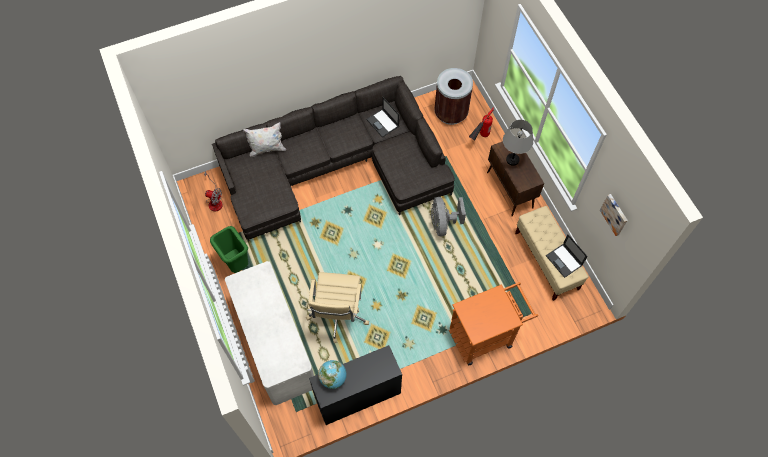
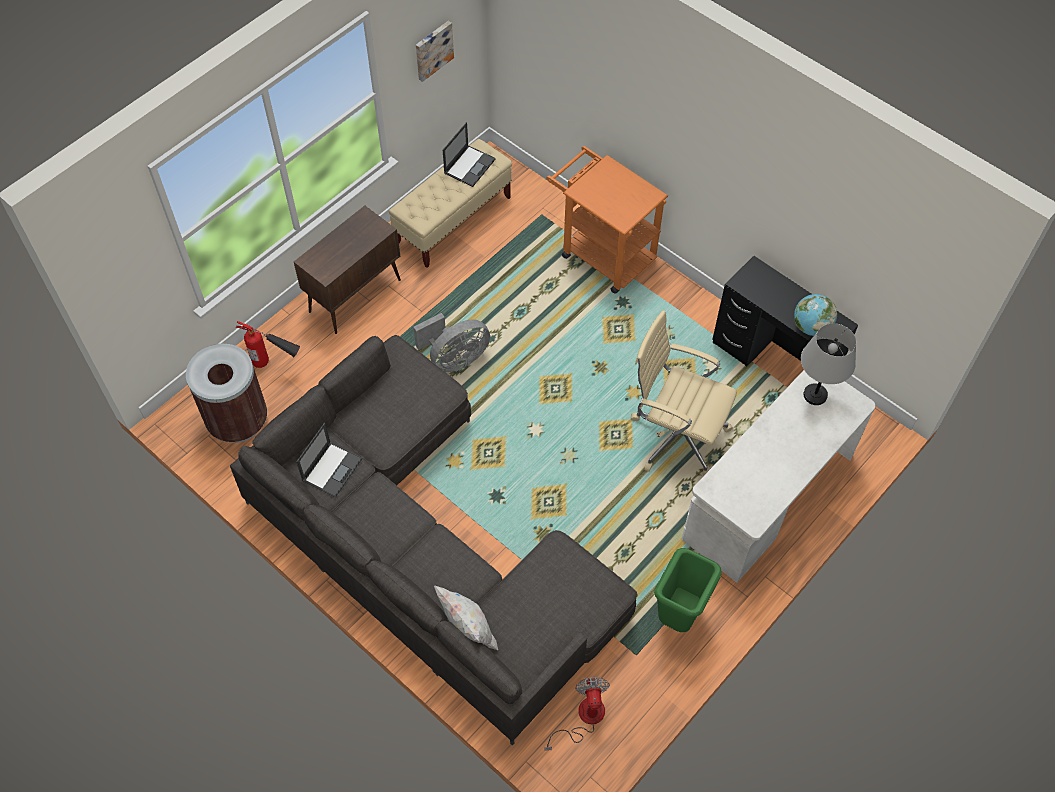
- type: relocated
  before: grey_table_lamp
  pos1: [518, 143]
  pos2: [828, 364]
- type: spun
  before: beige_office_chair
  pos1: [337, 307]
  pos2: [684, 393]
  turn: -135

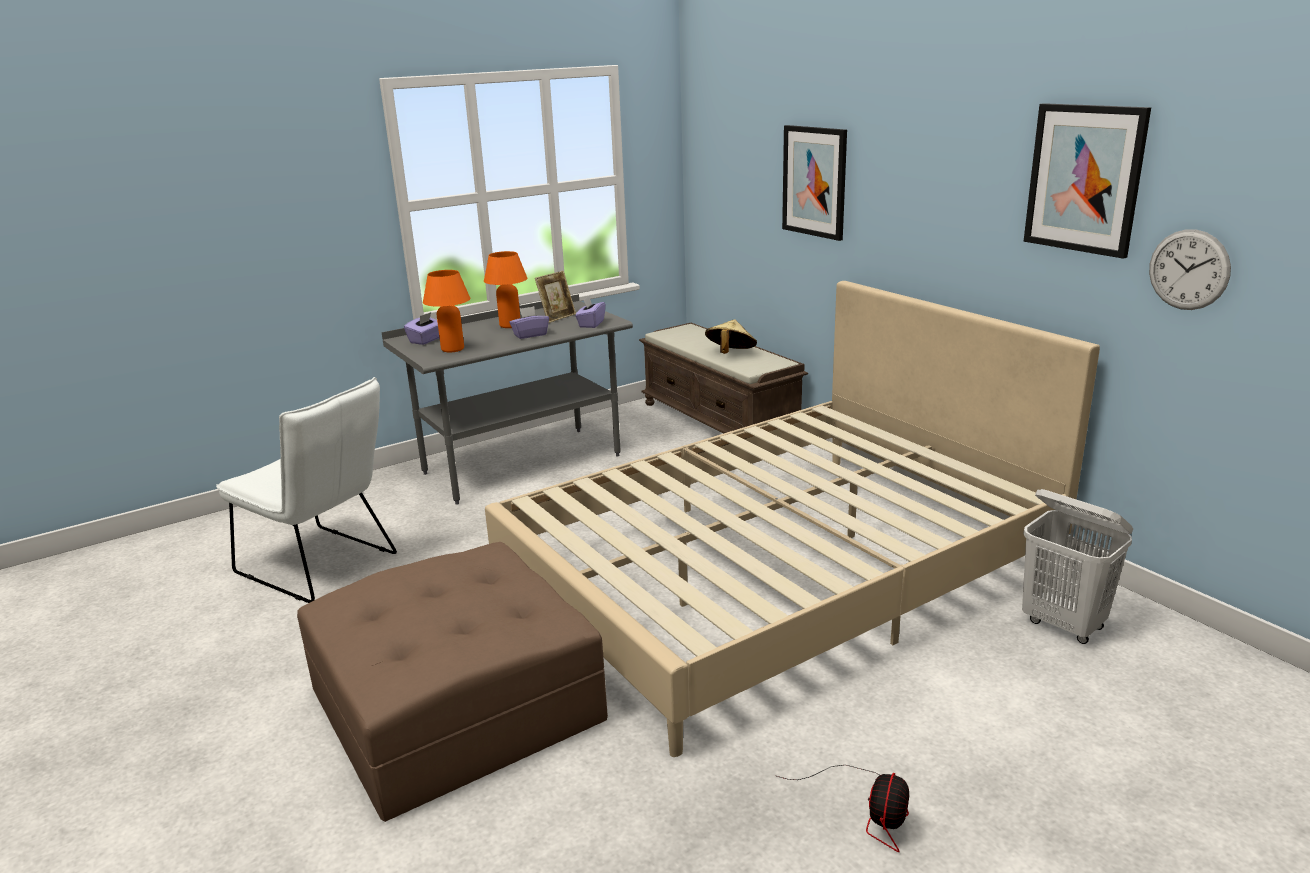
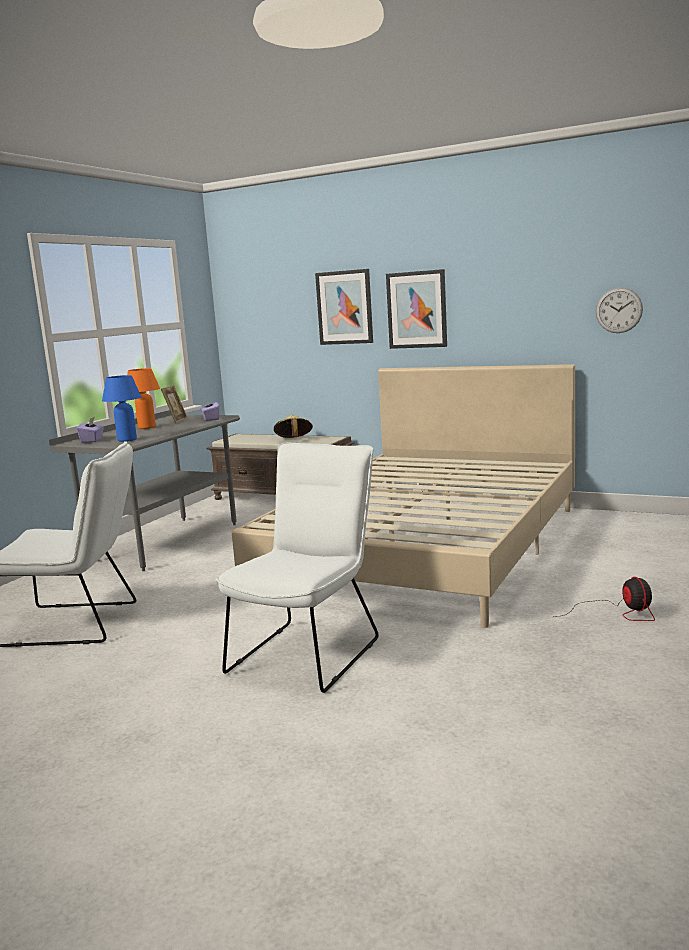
- type: missing
  before: purple_tissue_box
  pos1: [529, 322]
- type: missing
  before: white_laundry_basket
  pos1: [1078, 566]
- type: relocated
  before: picture
  pos1: [1087, 181]
  pos2: [416, 309]
- type: exchanged
  before: brown_ottoman
  after: white_chair
  pos1: [452, 682]
  pos2: [297, 567]
- type: colour
  before: orange_table_lamp
  after: blue_table_lamp
  pos1: [446, 311]
  pos2: [121, 408]

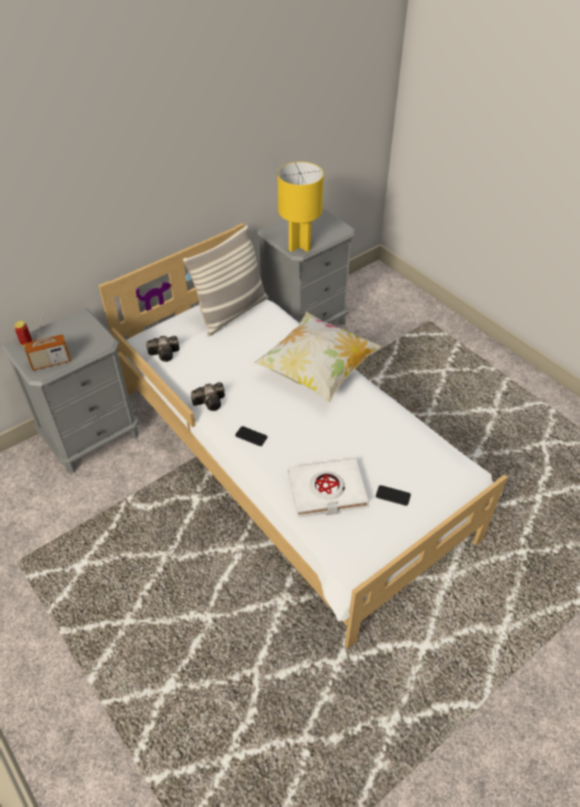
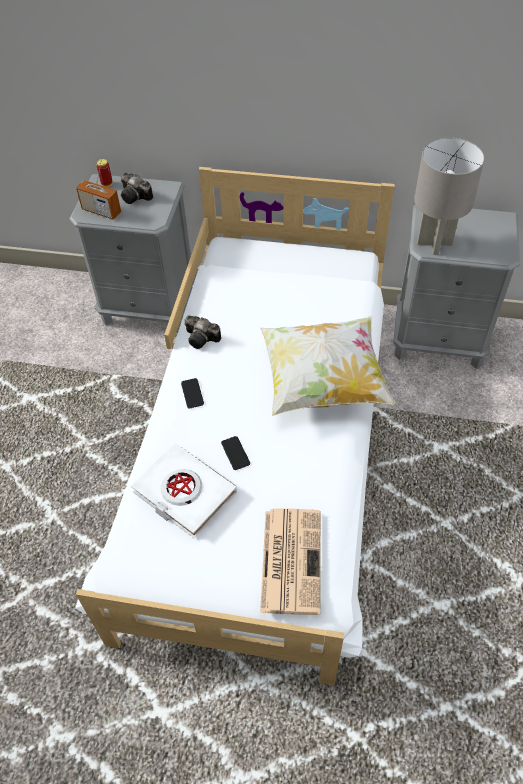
- type: missing
  before: pillow
  pos1: [225, 281]
- type: appeared
  after: newspaper
  pos2: [290, 562]
- type: relocated
  before: photo_camera
  pos1: [162, 349]
  pos2: [137, 188]
- type: relocated
  before: phone
  pos1: [393, 495]
  pos2: [235, 453]
- type: colour
  before: yellow_table_lamp
  after: grey_table_lamp
  pos1: [301, 207]
  pos2: [449, 196]

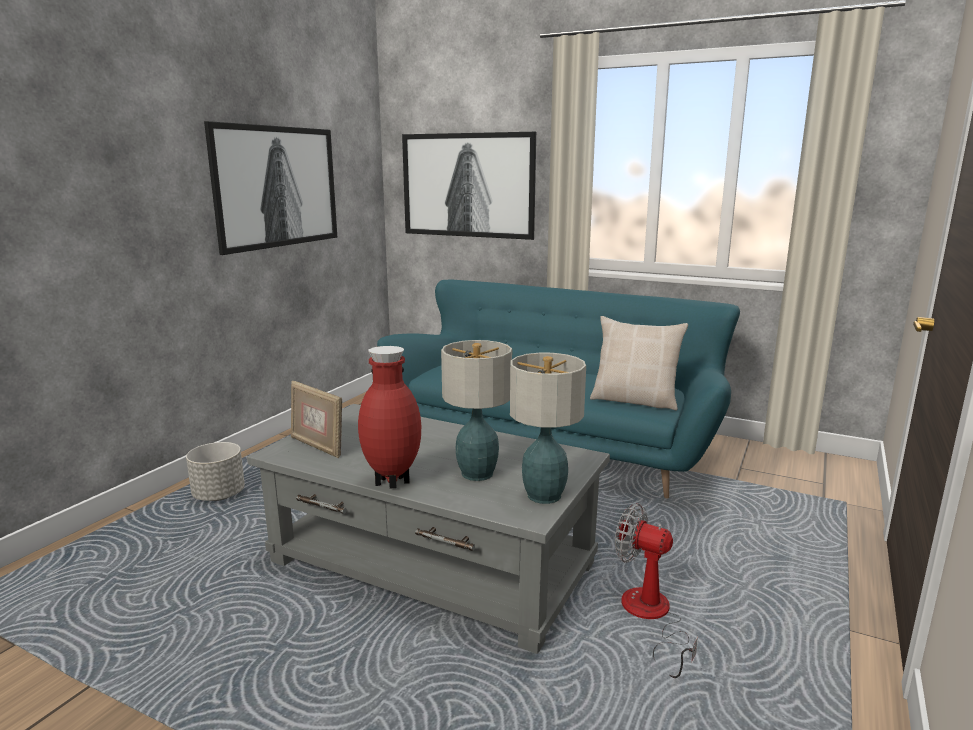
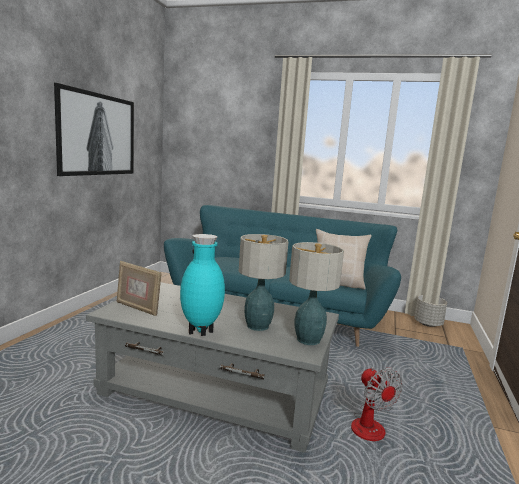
- type: missing
  before: picture
  pos1: [469, 186]
- type: relocated
  before: grey_planter
  pos1: [215, 471]
  pos2: [430, 311]
- type: colour
  before: red_vase
  after: turquoise_vase
  pos1: [389, 417]
  pos2: [202, 285]
- type: spun
  before: fan
  pos1: [656, 590]
  pos2: [377, 404]
  turn: -135

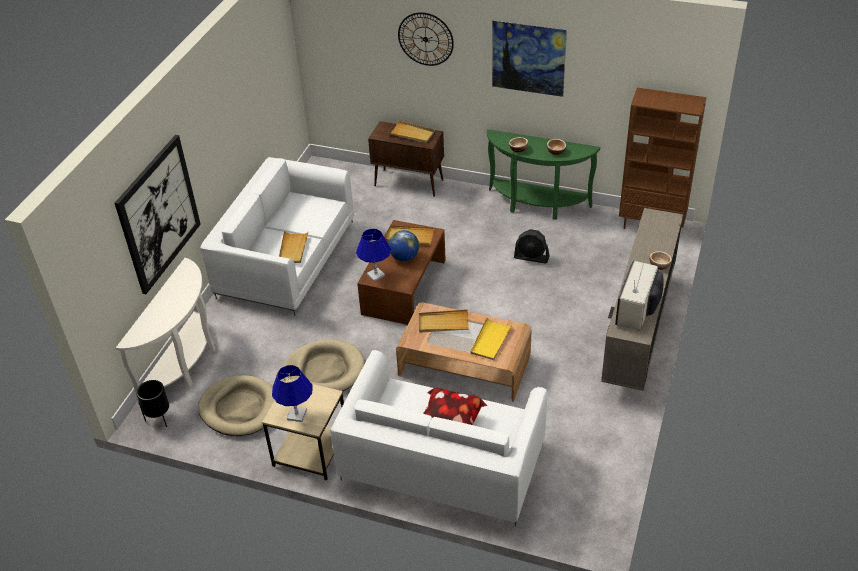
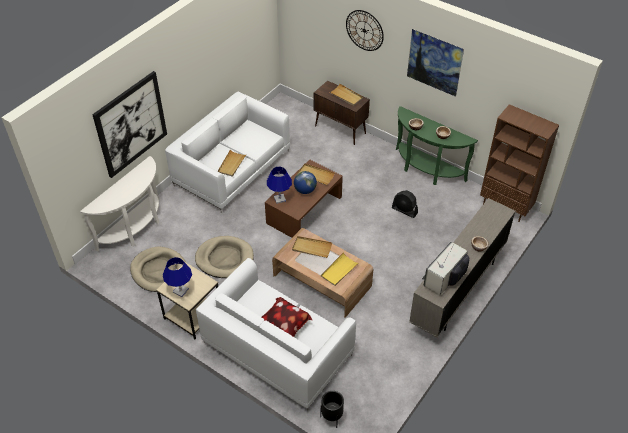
- type: relocated
  before: black_planter
  pos1: [152, 403]
  pos2: [332, 409]

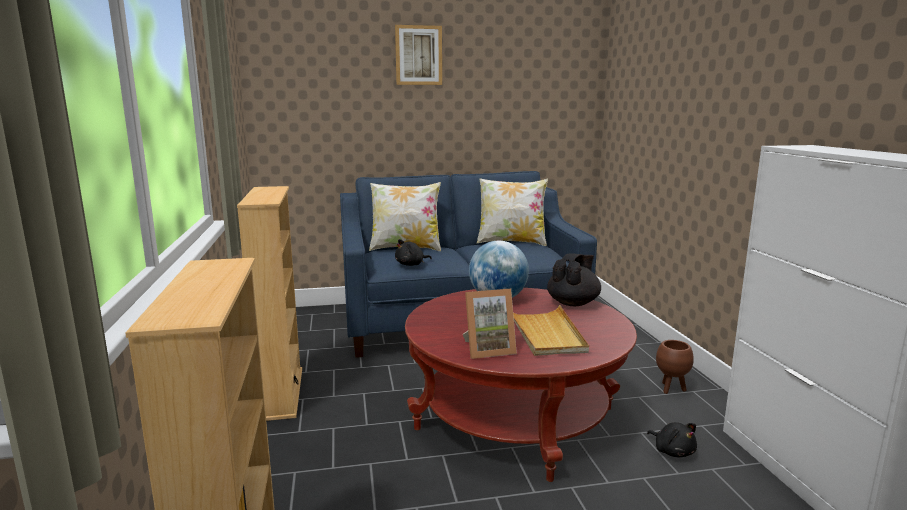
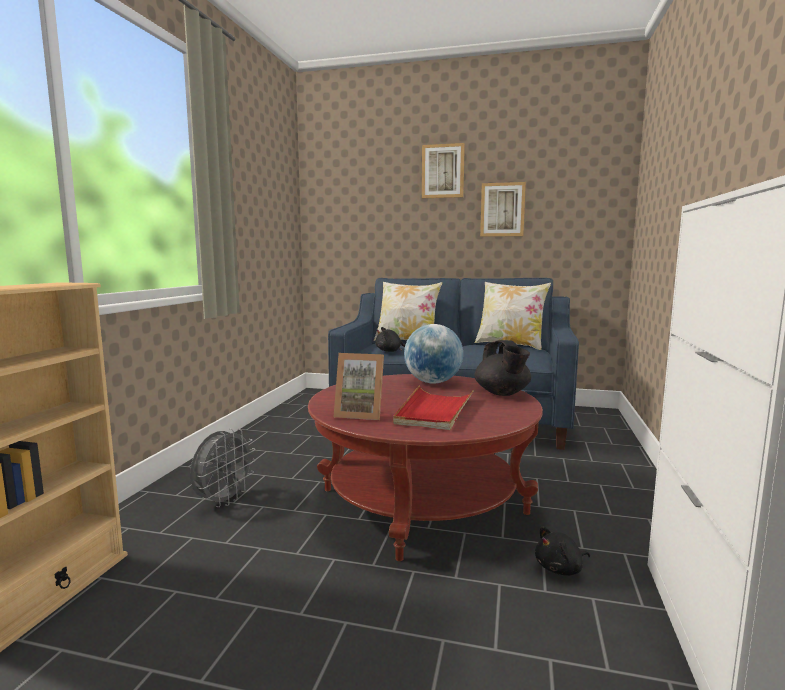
- type: missing
  before: beige_bookcase
  pos1: [269, 303]
- type: missing
  before: brown_planter
  pos1: [675, 367]
- type: appeared
  after: grey_fan
  pos2: [223, 467]
- type: appeared
  after: picture
  pos2: [503, 209]
- type: colour
  before: beige_tray
  after: red_tray
  pos1: [551, 330]
  pos2: [433, 407]
- type: spun
  before: black_teapot
  pos1: [574, 279]
  pos2: [502, 368]
  turn: 105
- type: spun
  before: black_plush_toy
  pos1: [672, 439]
  pos2: [562, 551]
  turn: 75

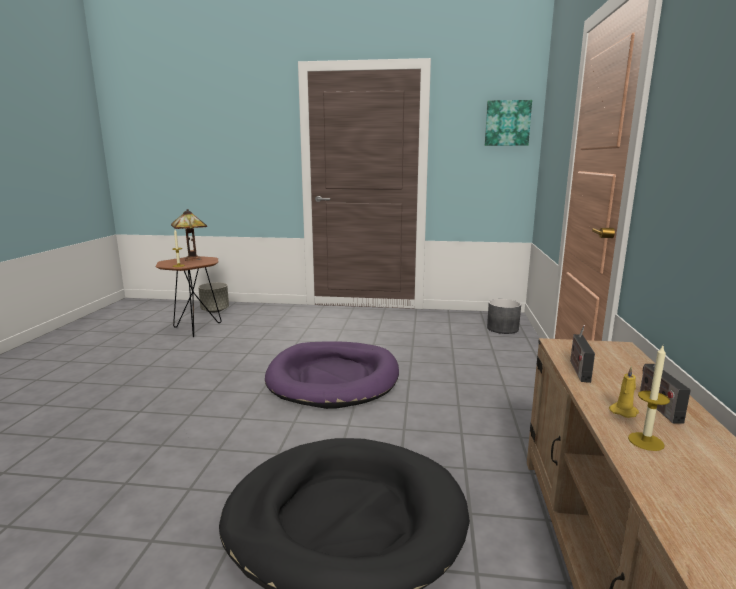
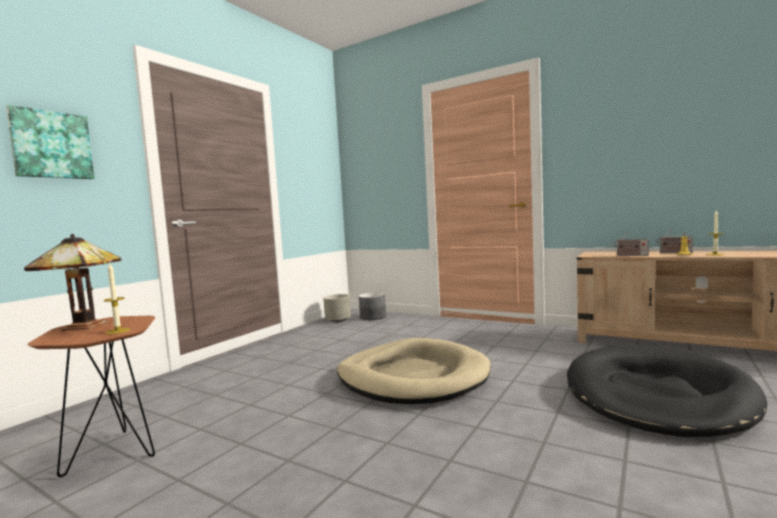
- type: relocated
  before: grey_planter
  pos1: [213, 297]
  pos2: [337, 308]
- type: relocated
  before: picture
  pos1: [508, 123]
  pos2: [50, 142]
- type: colour
  before: purple_dog_bed
  after: beige_dog_bed
  pos1: [332, 375]
  pos2: [413, 371]

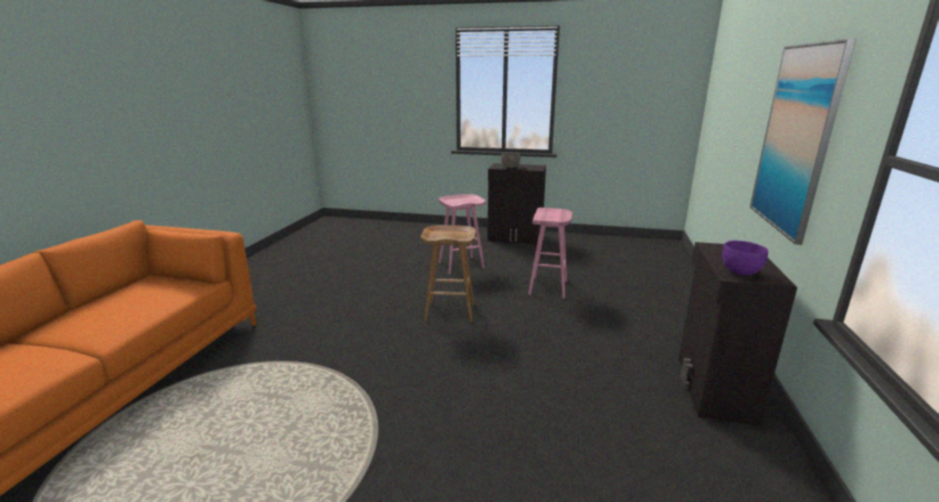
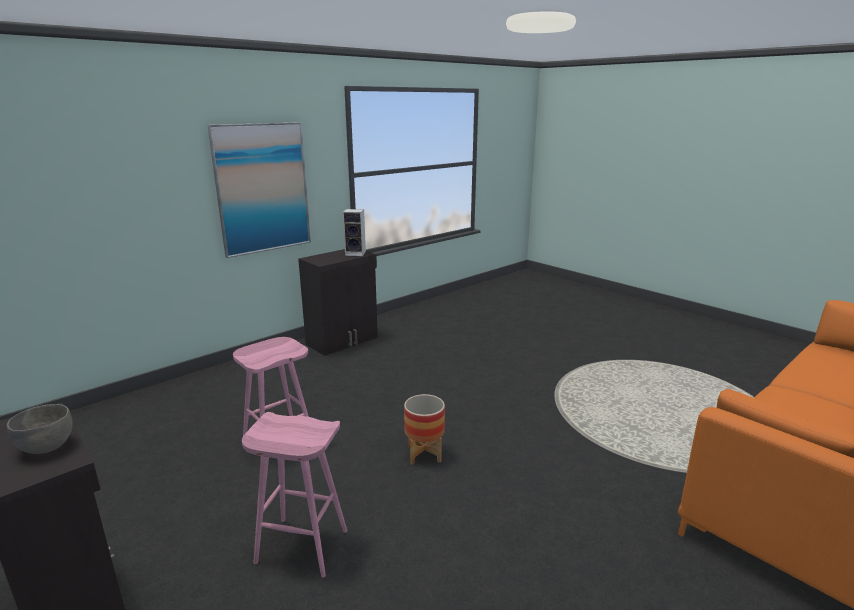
- type: exchanged
  before: brown_stool
  after: planter
  pos1: [448, 273]
  pos2: [424, 429]
- type: exchanged
  before: purple_bowl
  after: speaker
  pos1: [745, 258]
  pos2: [354, 232]

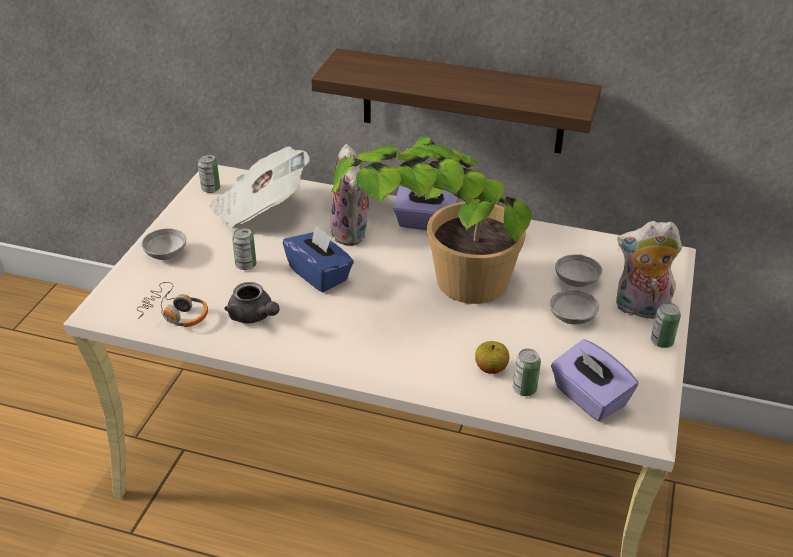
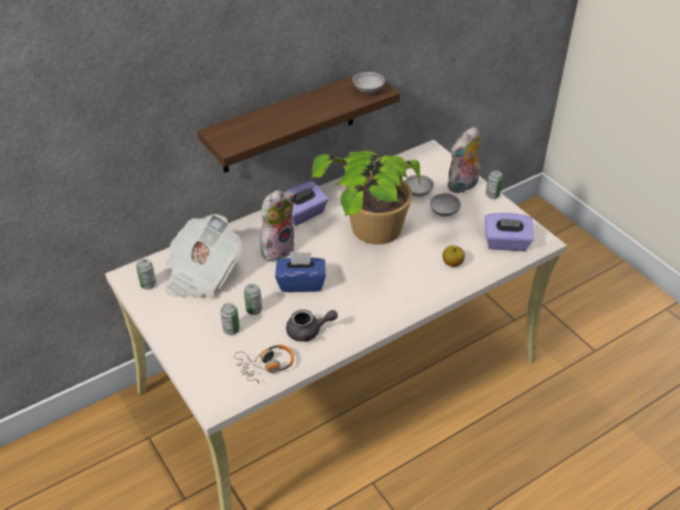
- type: relocated
  before: grey_bowl
  pos1: [163, 244]
  pos2: [368, 82]
- type: relocated
  before: can
  pos1: [527, 372]
  pos2: [230, 319]
- type: spun
  before: plush_toy
  pos1: [349, 195]
  pos2: [277, 225]
  turn: -75

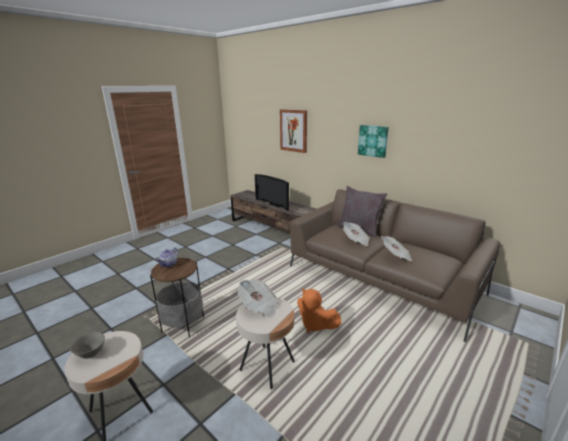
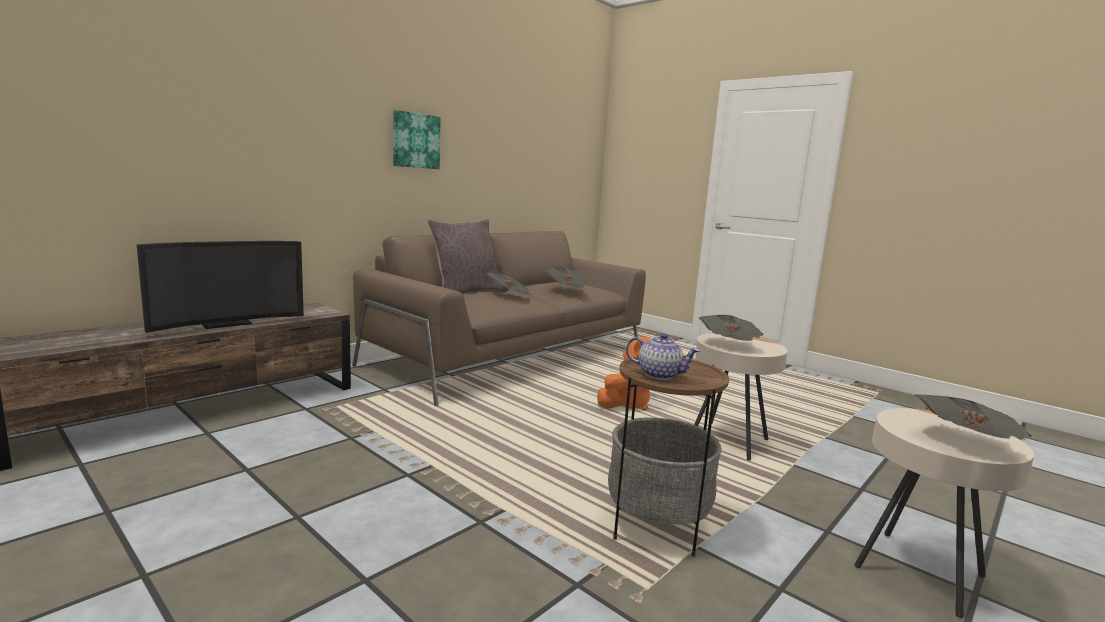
- type: missing
  before: picture
  pos1: [293, 131]
- type: exchanged
  before: grey_bowl
  after: newspaper
  pos1: [87, 345]
  pos2: [973, 417]

